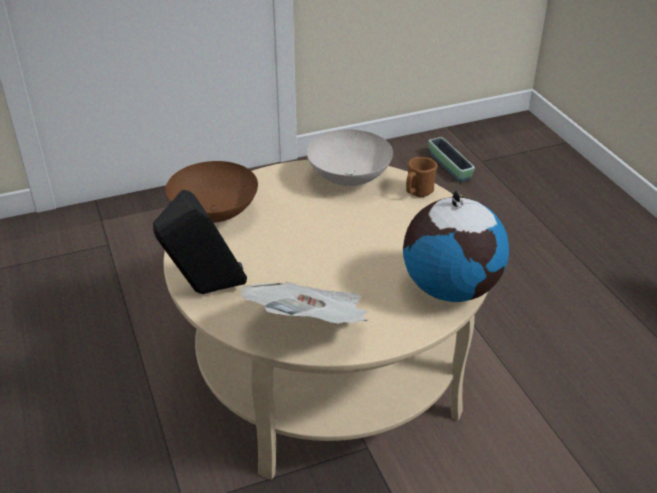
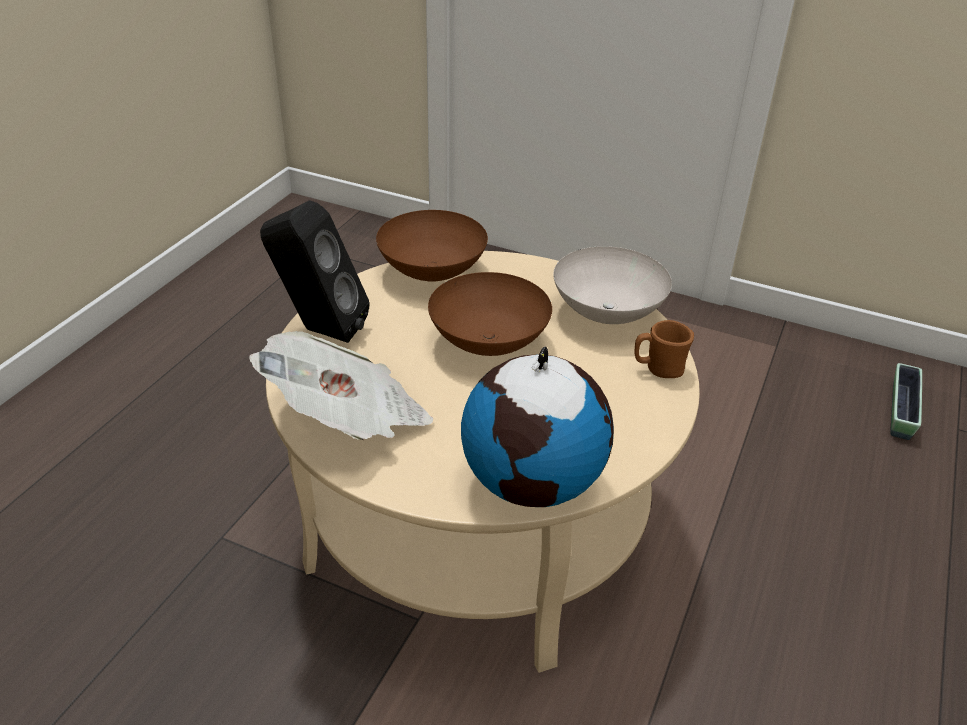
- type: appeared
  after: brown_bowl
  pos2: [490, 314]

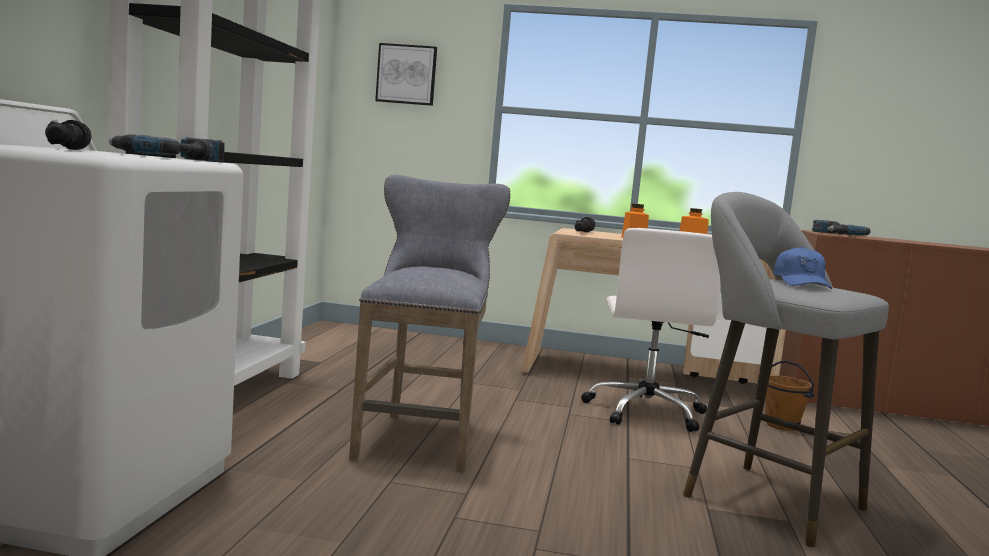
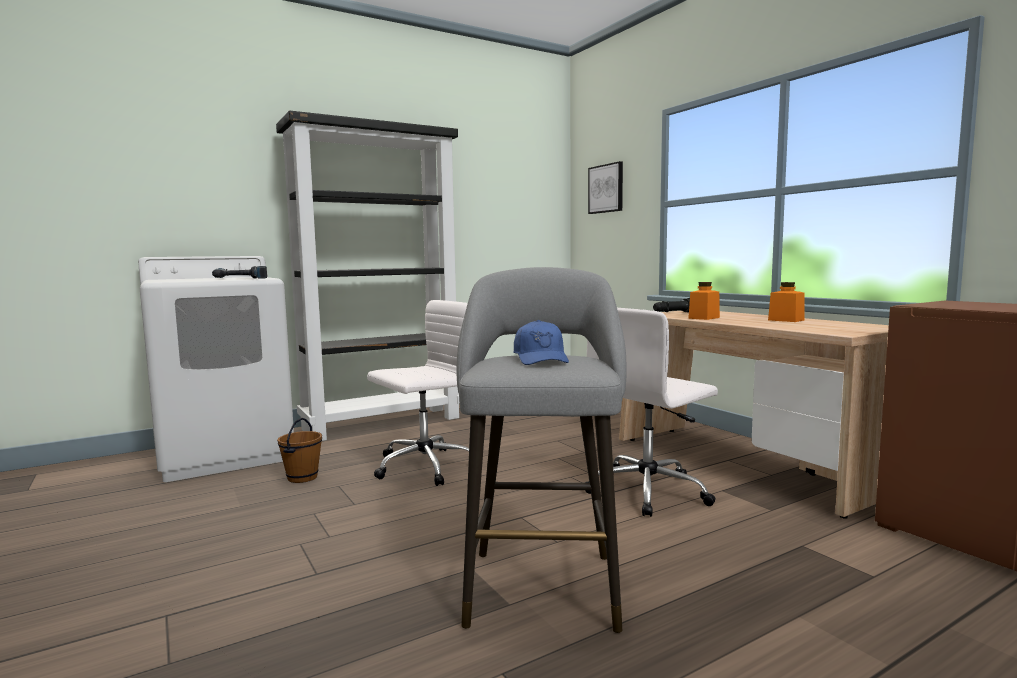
- type: missing
  before: black_flashlight
  pos1: [68, 135]
- type: missing
  before: power_drill
  pos1: [841, 228]
- type: relocated
  before: brown_bucket
  pos1: [790, 396]
  pos2: [299, 450]
- type: exchanged
  before: grey_stool
  after: white_office_chair
  pos1: [429, 324]
  pos2: [418, 393]
- type: spun
  before: blue_cap
  pos1: [803, 267]
  pos2: [541, 342]
  turn: -60

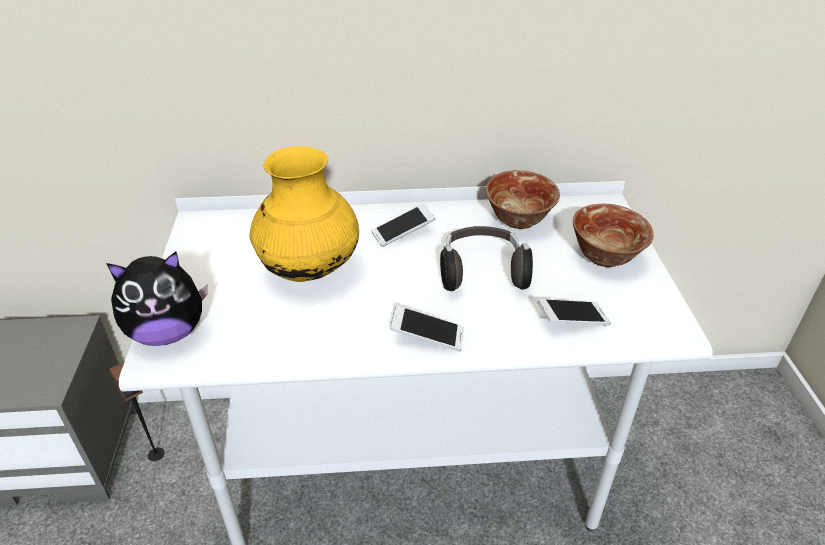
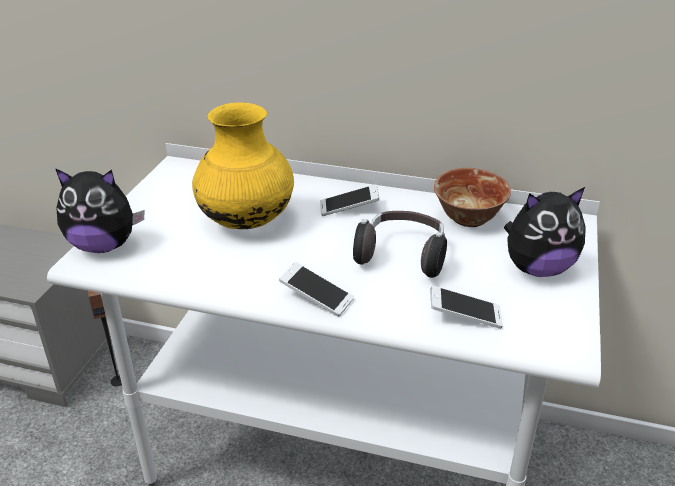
- type: exchanged
  before: bowl
  after: plush_toy
  pos1: [613, 235]
  pos2: [545, 232]

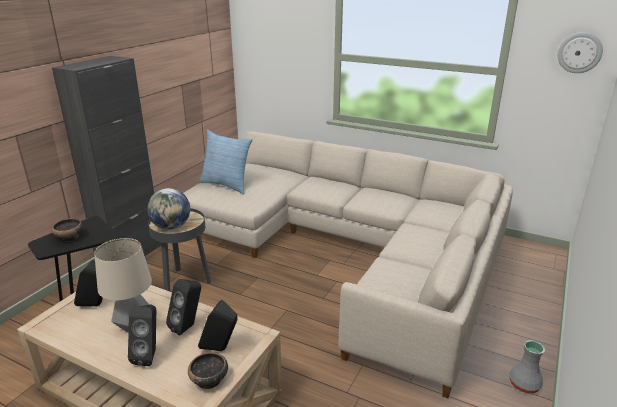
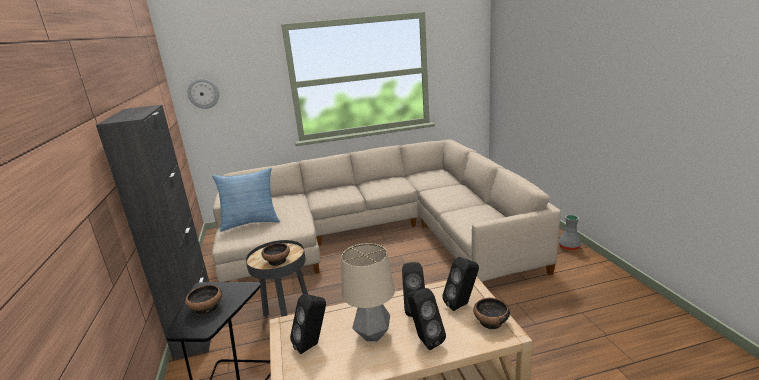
- type: relocated
  before: wall_clock
  pos1: [580, 52]
  pos2: [203, 94]
- type: exchanged
  before: globe
  after: bowl
  pos1: [168, 209]
  pos2: [276, 254]

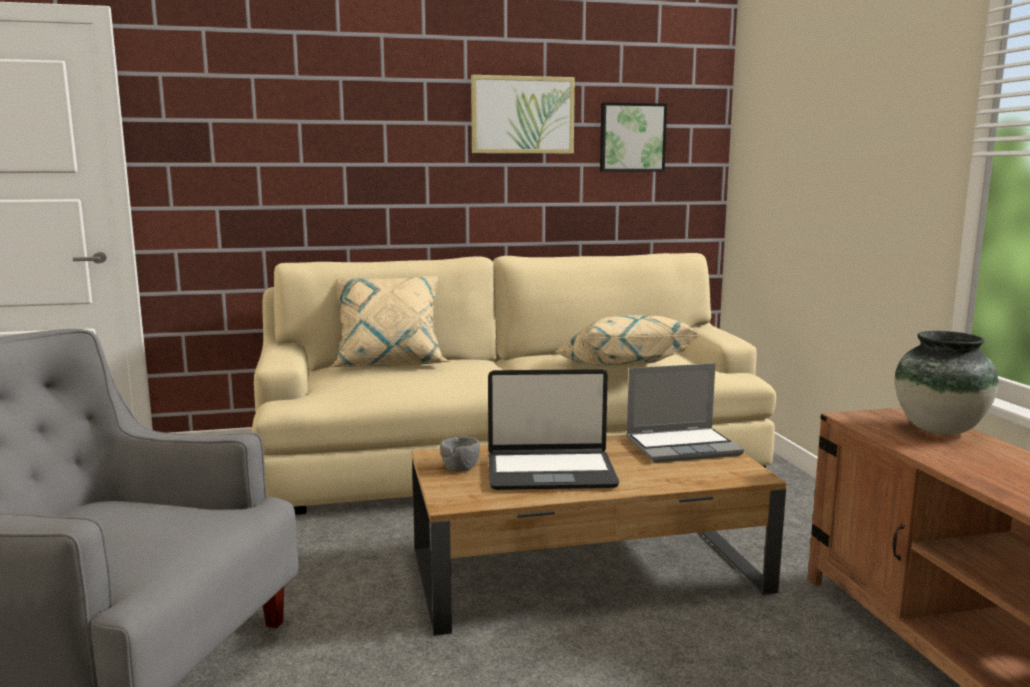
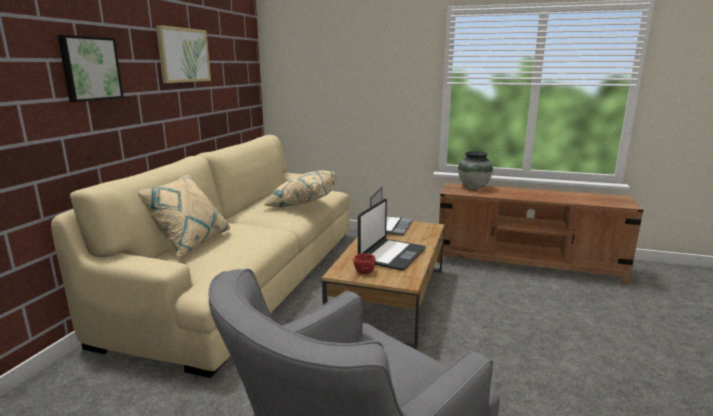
- type: relocated
  before: picture
  pos1: [633, 137]
  pos2: [91, 68]
- type: colour
  before: grey_bowl
  after: red_bowl
  pos1: [460, 454]
  pos2: [364, 263]

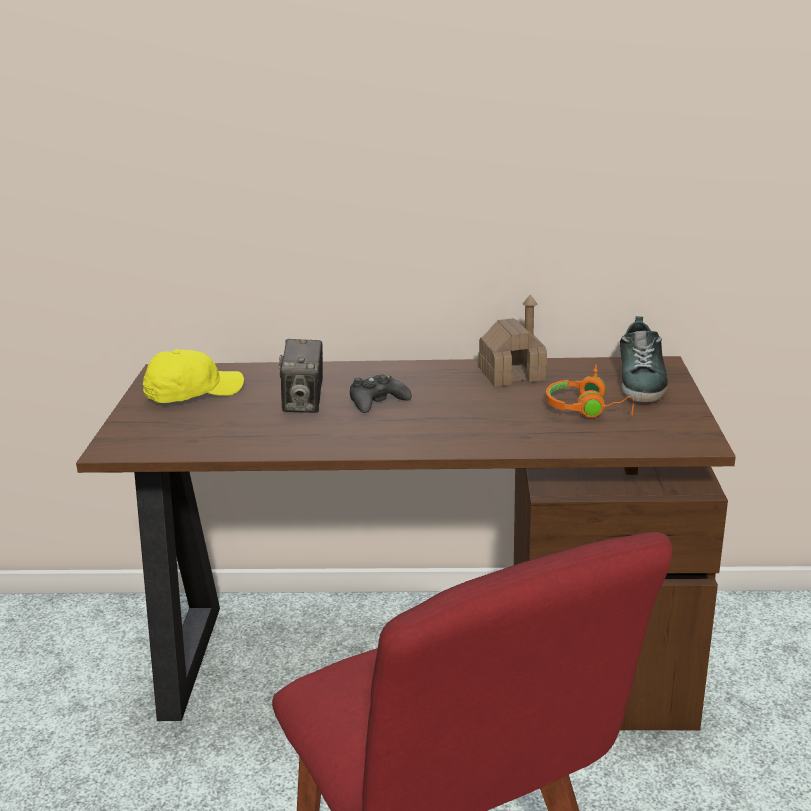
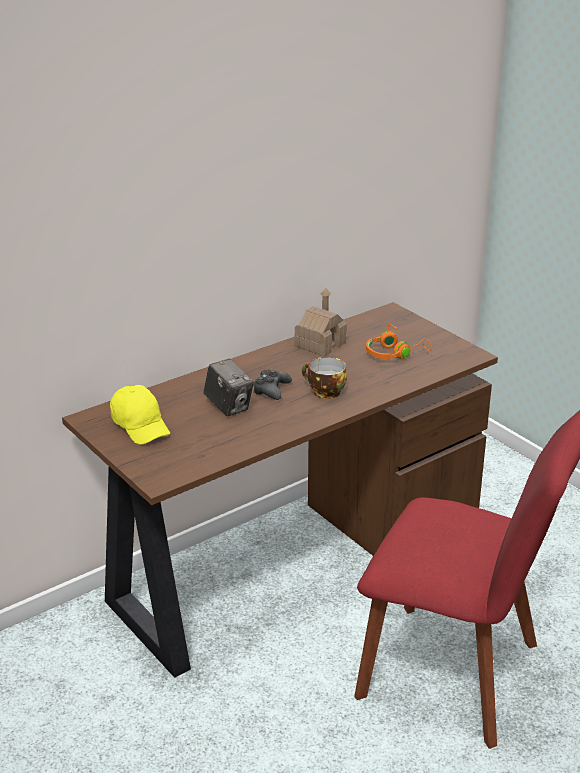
- type: missing
  before: shoe
  pos1: [644, 359]
- type: appeared
  after: cup
  pos2: [324, 378]
- type: spun
  before: yellow_cap
  pos1: [193, 376]
  pos2: [140, 415]
  turn: 120

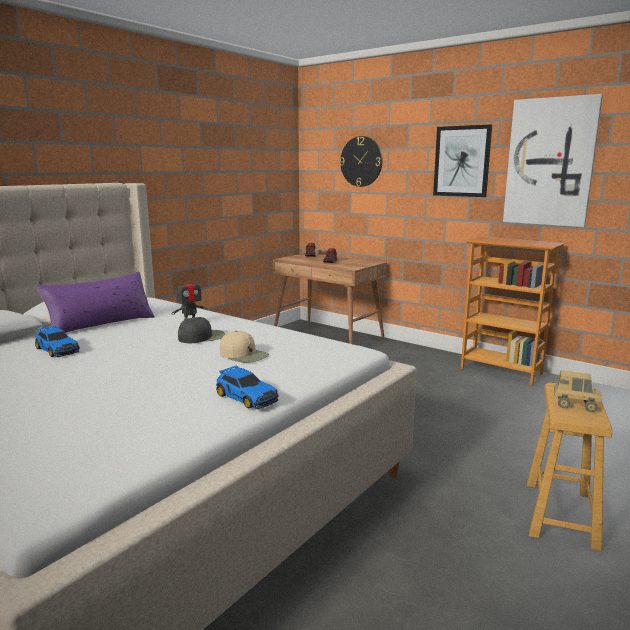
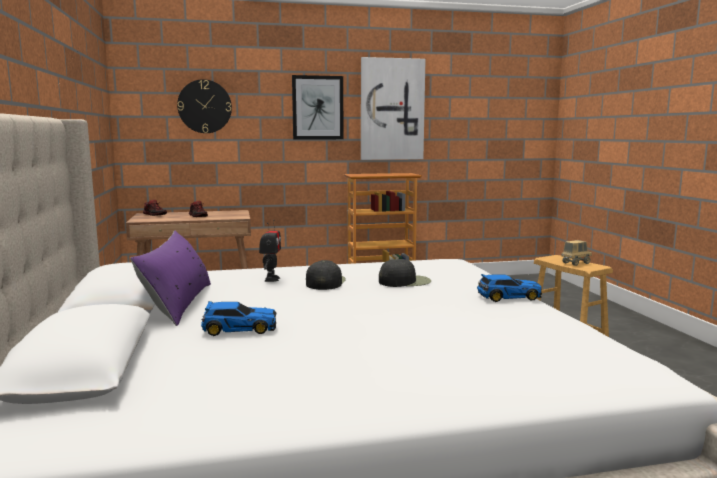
- type: colour
  before: beige_cap
  after: black_cap
  pos1: [244, 347]
  pos2: [405, 273]

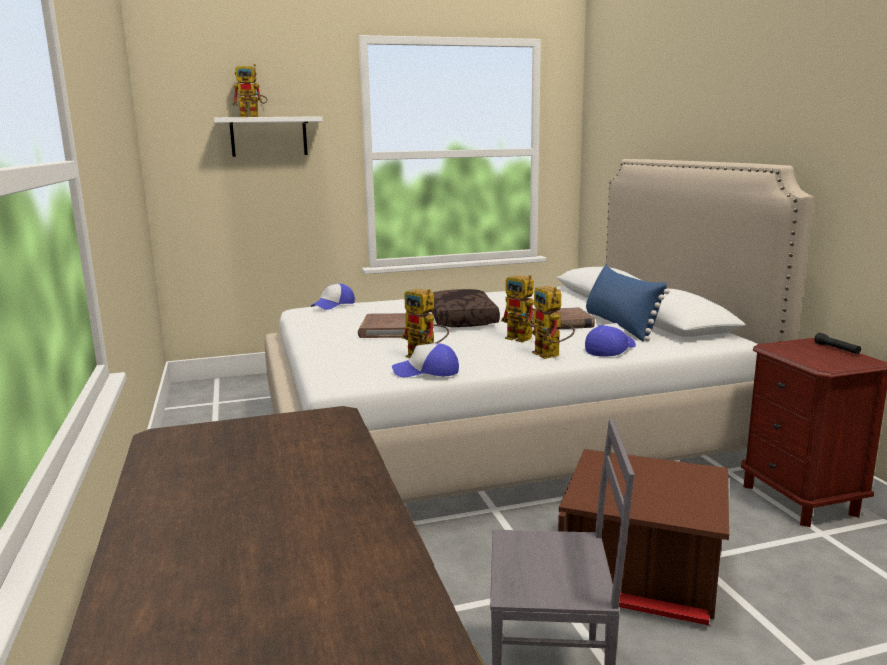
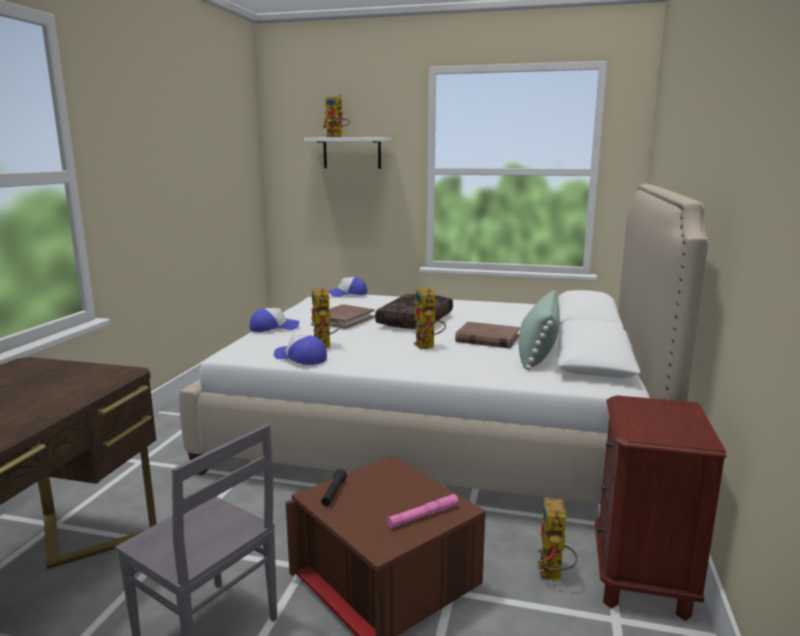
- type: appeared
  after: pink_flashlight
  pos2: [423, 511]
- type: relocated
  before: toy_robot
  pos1: [553, 322]
  pos2: [557, 539]
- type: relocated
  before: cap
  pos1: [610, 340]
  pos2: [274, 320]
- type: relocated
  before: black_flashlight
  pos1: [837, 343]
  pos2: [334, 487]
- type: colour
  before: blue_pillow
  after: green_pillow
  pos1: [628, 303]
  pos2: [539, 330]

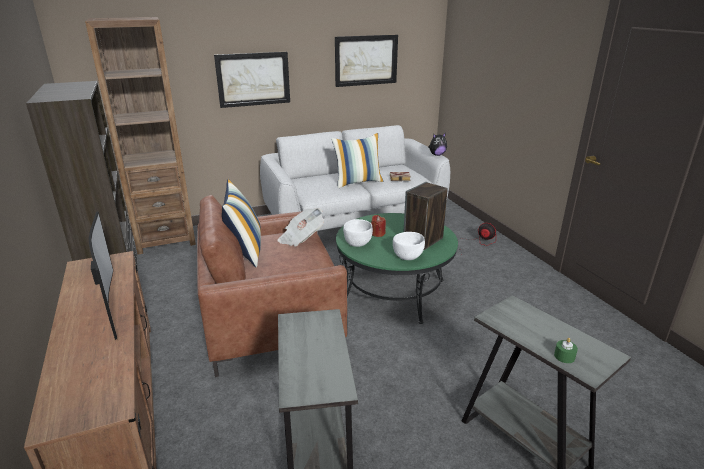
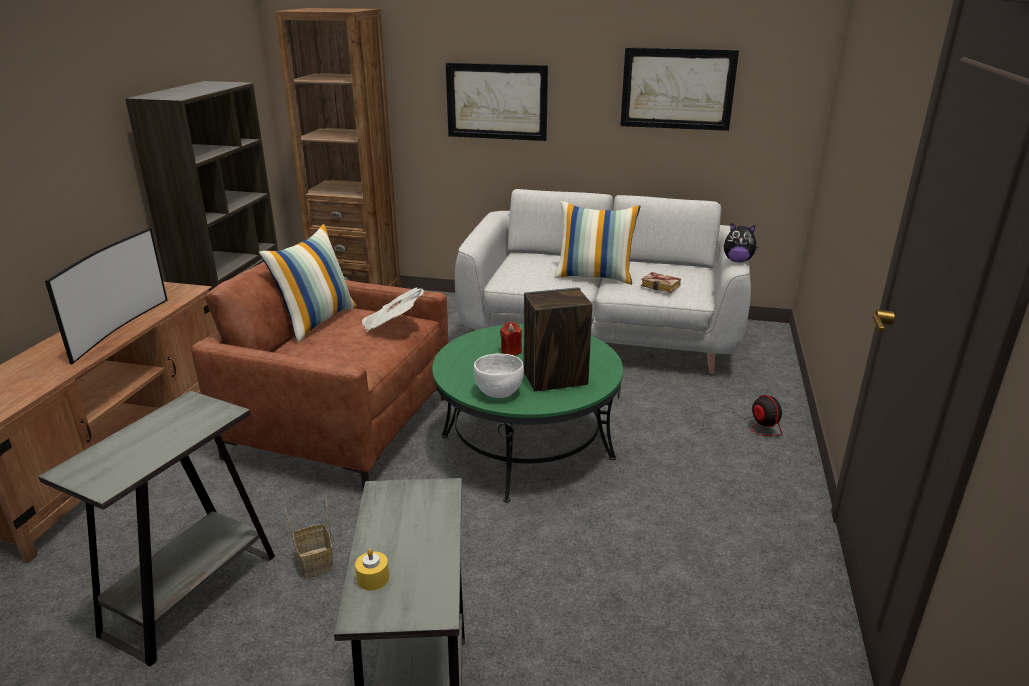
- type: missing
  before: white_bowl
  pos1: [358, 233]
- type: appeared
  after: basket
  pos2: [309, 537]
- type: colour
  before: green_candle
  after: yellow_candle
  pos1: [566, 350]
  pos2: [372, 570]

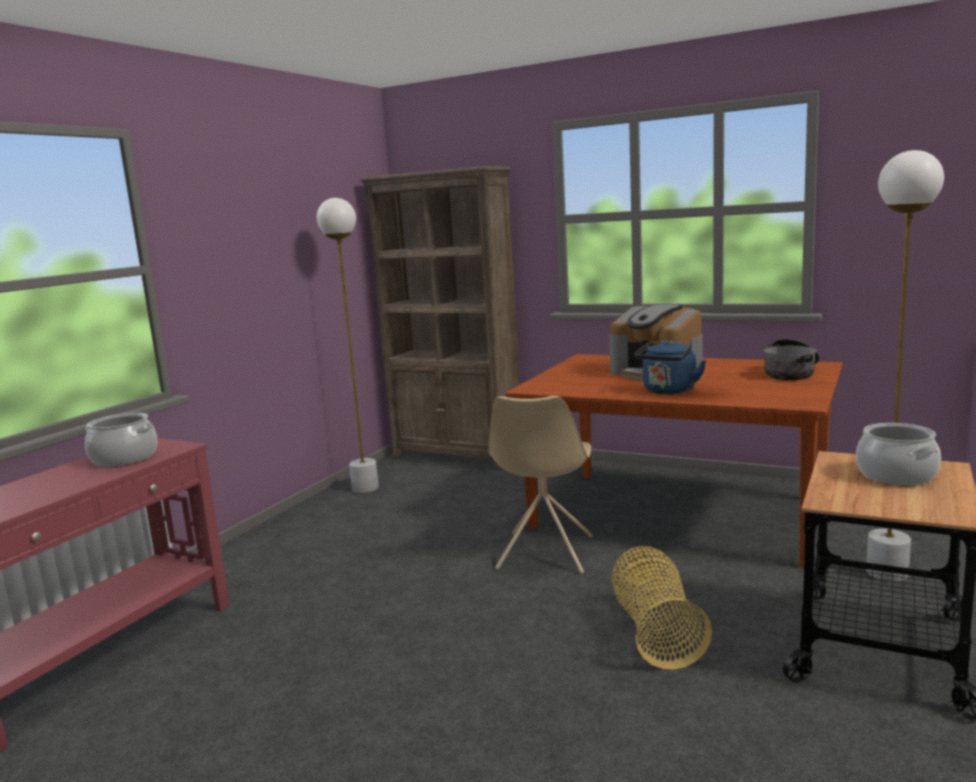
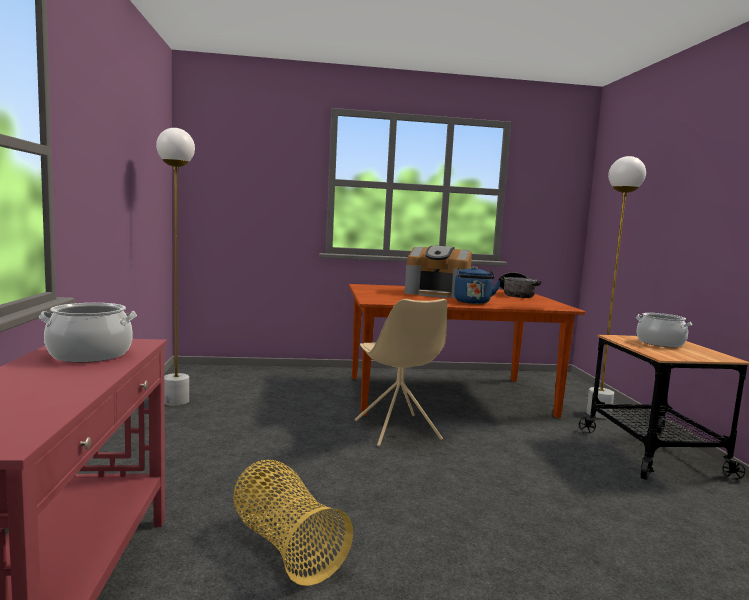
- type: missing
  before: brown_bookcase
  pos1: [440, 318]
- type: relocated
  before: basket
  pos1: [662, 608]
  pos2: [293, 523]

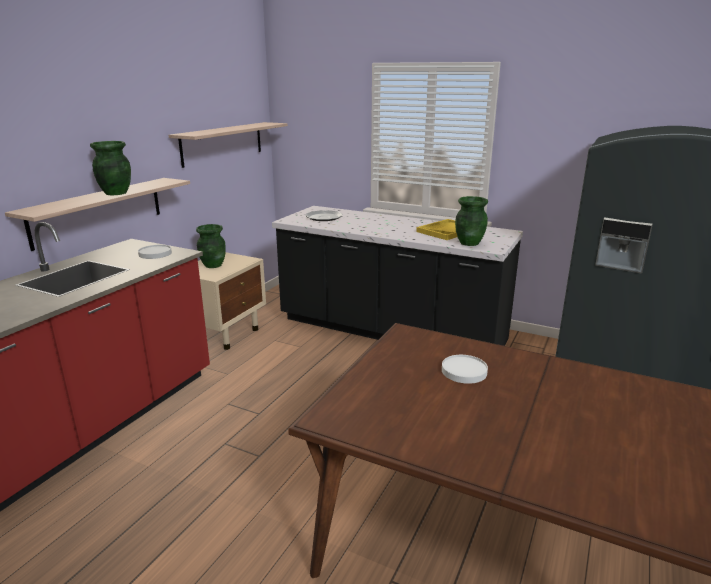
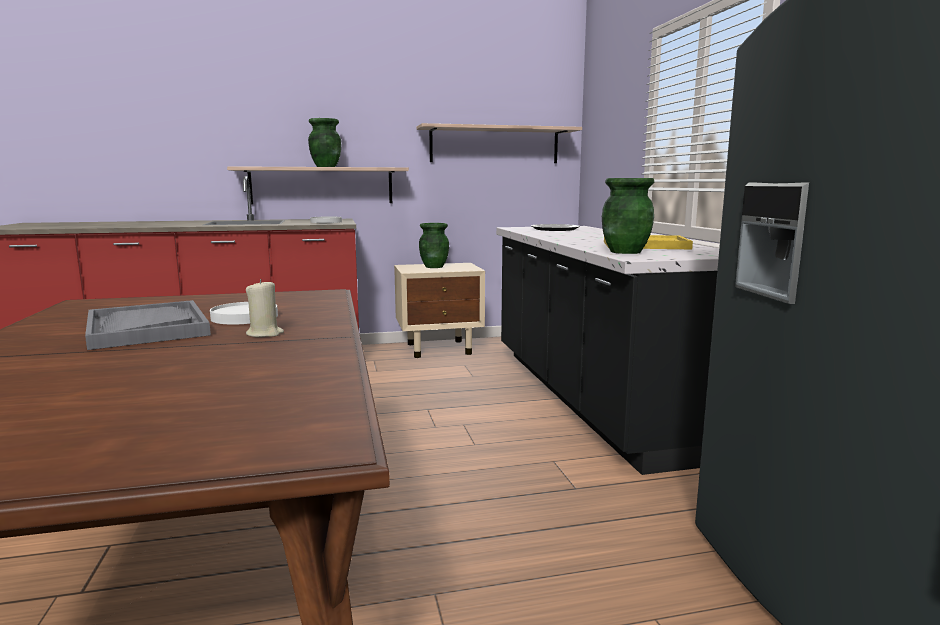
- type: appeared
  after: grey_tray
  pos2: [148, 325]
- type: appeared
  after: beige_candle
  pos2: [265, 308]

